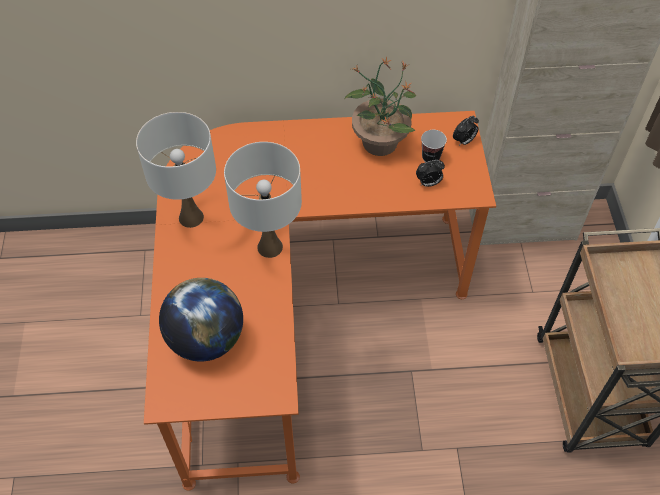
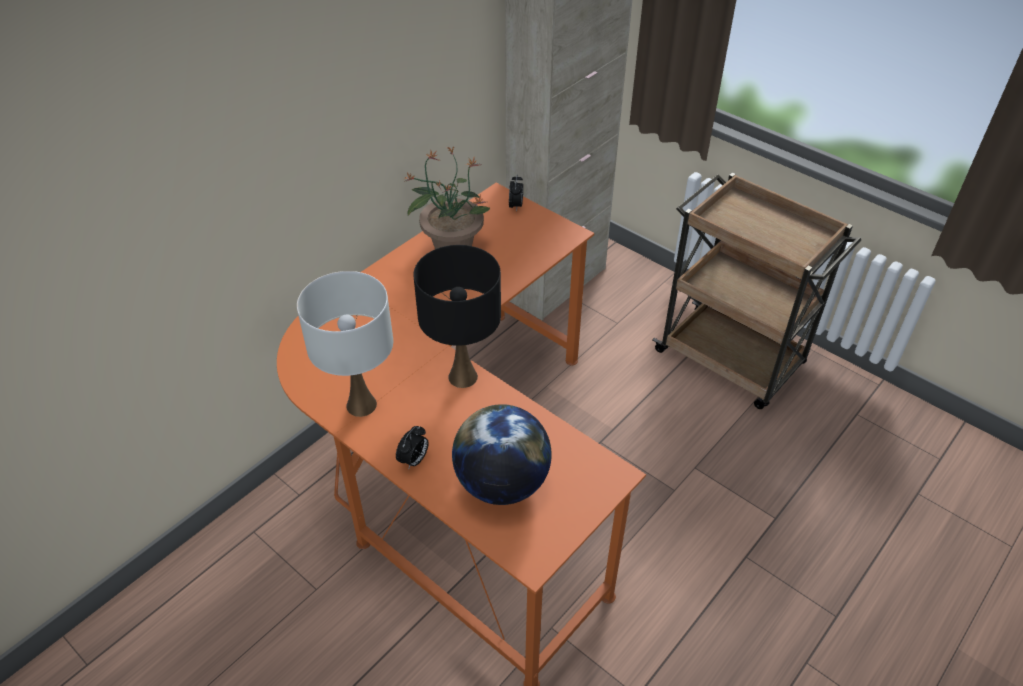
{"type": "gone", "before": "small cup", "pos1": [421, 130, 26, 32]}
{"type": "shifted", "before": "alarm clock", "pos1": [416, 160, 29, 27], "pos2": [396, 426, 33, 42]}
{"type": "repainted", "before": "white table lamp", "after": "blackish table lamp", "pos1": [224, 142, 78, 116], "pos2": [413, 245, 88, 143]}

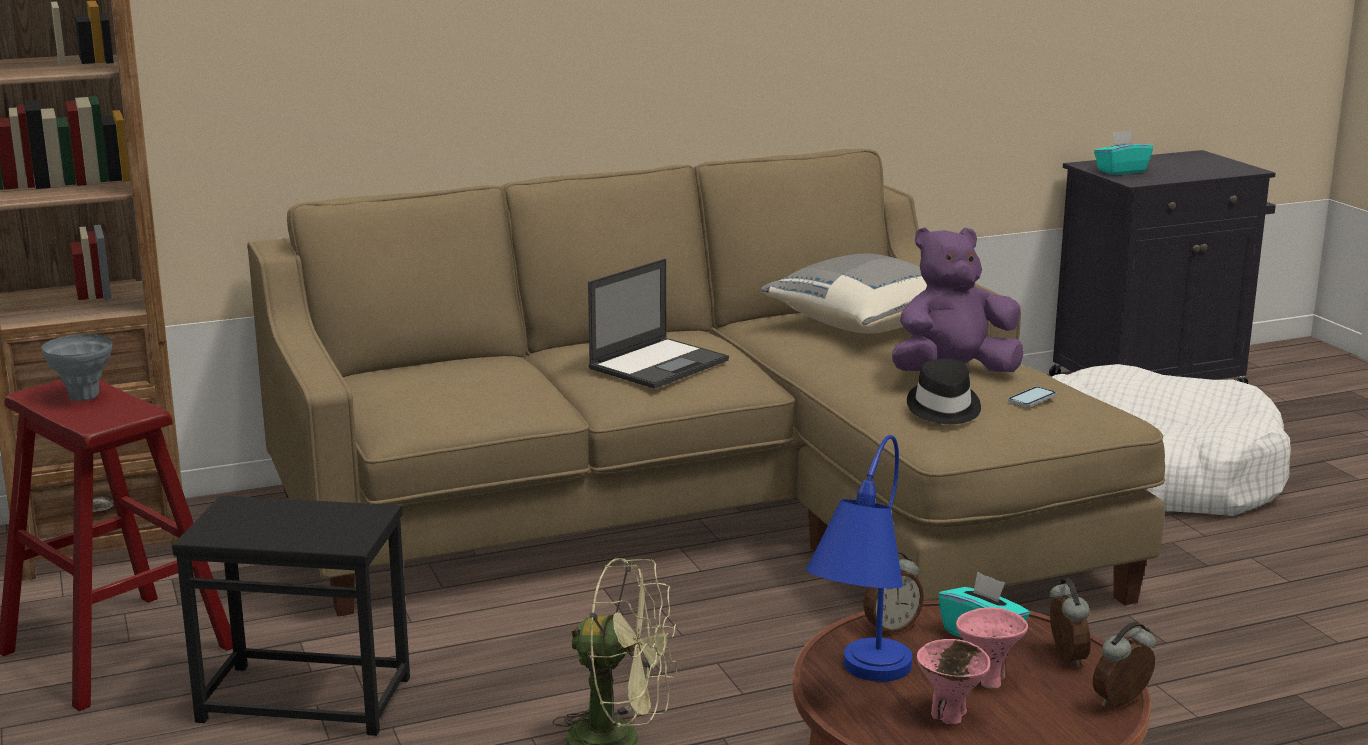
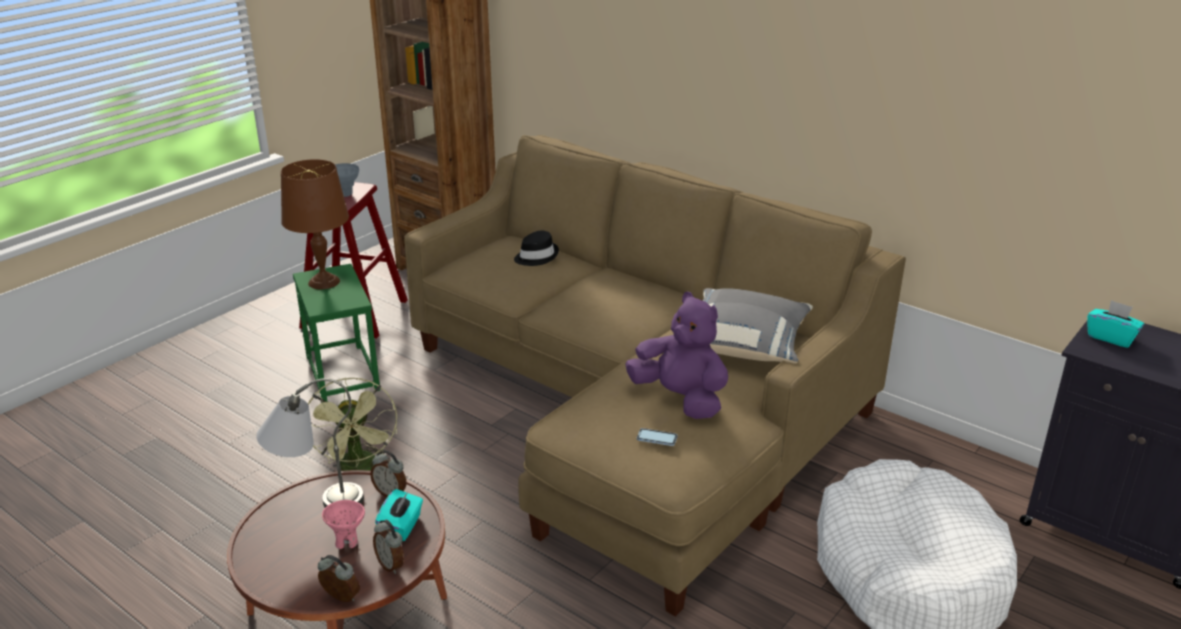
{"type": "gone", "before": "portable computer", "pos1": [588, 258, 141, 131]}
{"type": "gone", "before": "pinkish deep dish", "pos1": [917, 639, 73, 85]}
{"type": "new", "after": "brown table lamp", "pos2": [281, 159, 68, 130]}
{"type": "shifted", "before": "blackish clothing hat", "pos1": [907, 359, 74, 65], "pos2": [514, 231, 45, 35]}
{"type": "repainted", "before": "blackish accent table", "after": "greenish accent table", "pos1": [172, 495, 238, 241], "pos2": [293, 264, 87, 138]}
{"type": "repainted", "before": "blue-coloured table lamp", "after": "gray table lamp", "pos1": [806, 435, 106, 247], "pos2": [256, 378, 108, 135]}
{"type": "rotated", "before": "alarm clock", "pos1": [1050, 579, 41, 88], "pos2": [373, 520, 31, 54], "turn": 90}

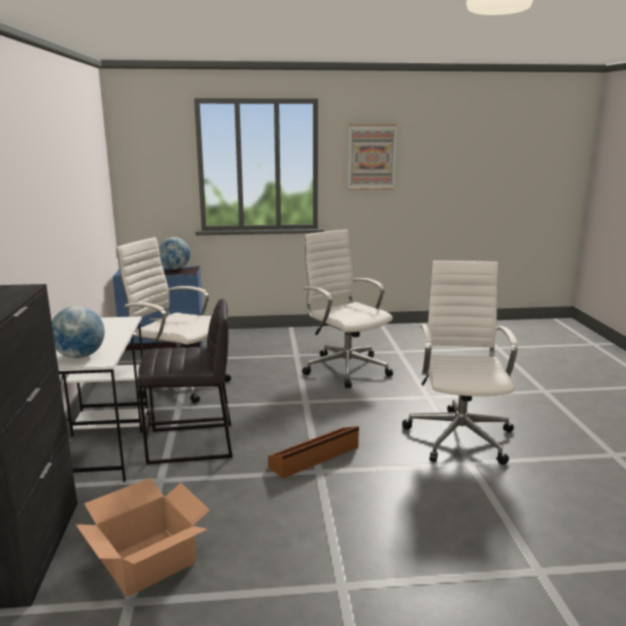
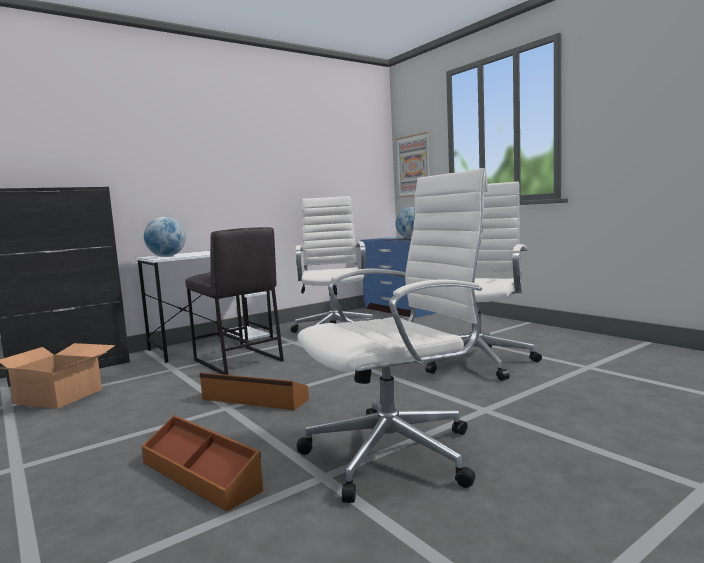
{"type": "new", "after": "brown storage box", "pos2": [142, 415, 121, 97]}
{"type": "shifted", "before": "wall art", "pos1": [348, 125, 49, 65], "pos2": [396, 132, 33, 65]}

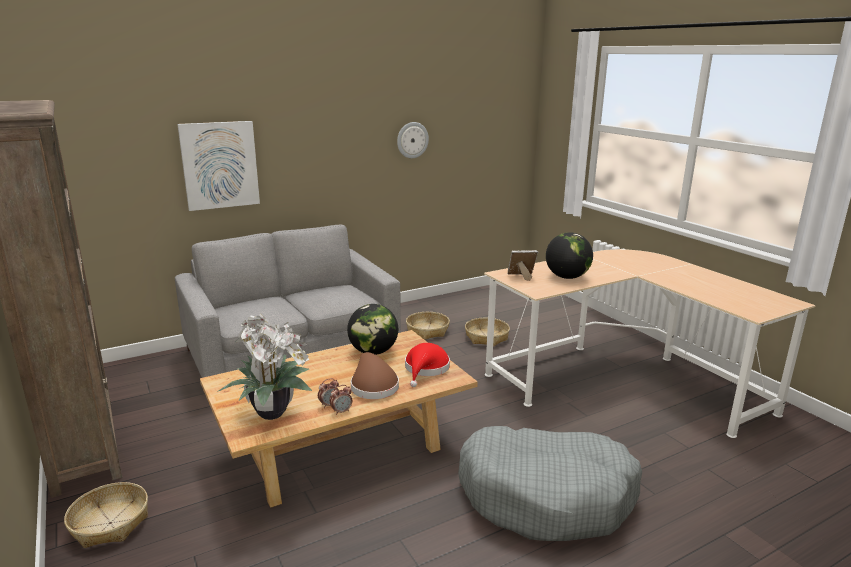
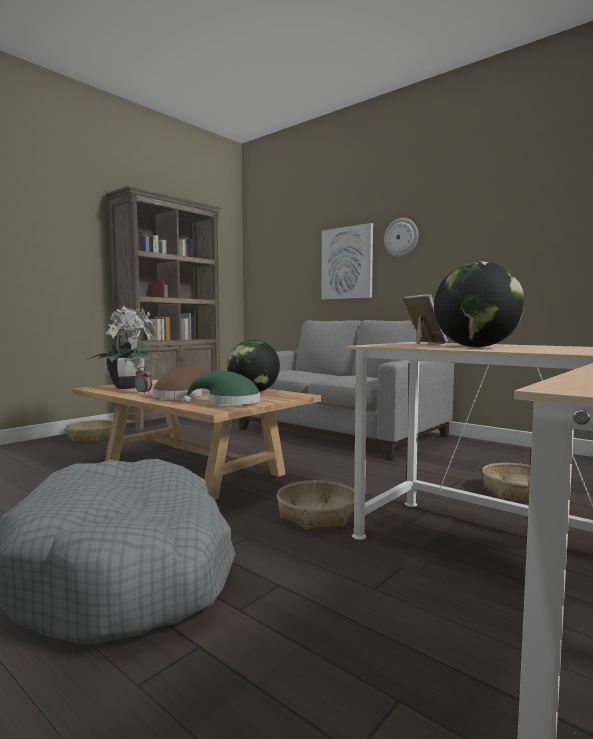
{"type": "gone", "before": "alarm clock", "pos1": [330, 385, 22, 30]}
{"type": "shifted", "before": "clock on the wall", "pos1": [397, 122, 32, 36], "pos2": [384, 218, 34, 39]}
{"type": "shifted", "before": "basket", "pos1": [406, 312, 44, 28], "pos2": [277, 480, 77, 50]}
{"type": "repainted", "before": "red-coloured clothing hat", "after": "greenish clothing hat", "pos1": [405, 343, 45, 44], "pos2": [183, 371, 77, 34]}

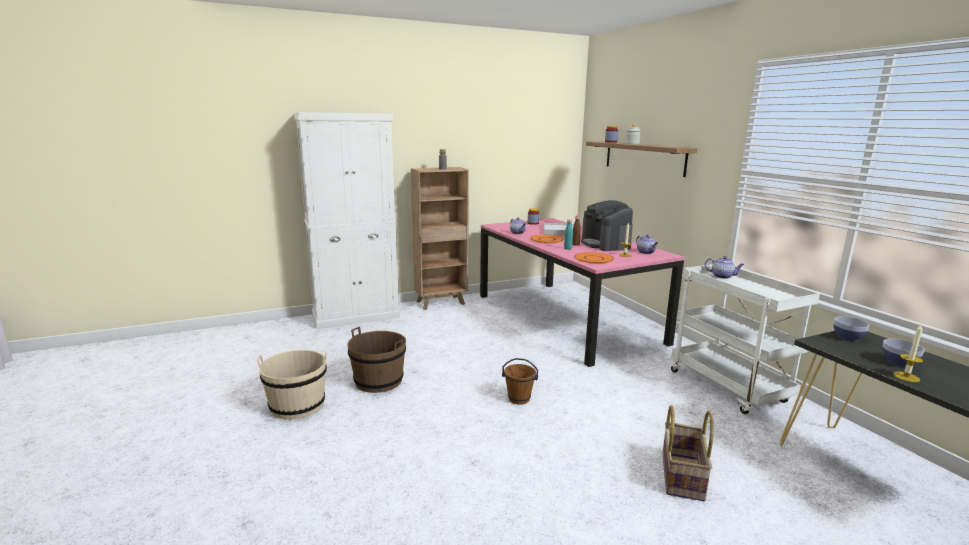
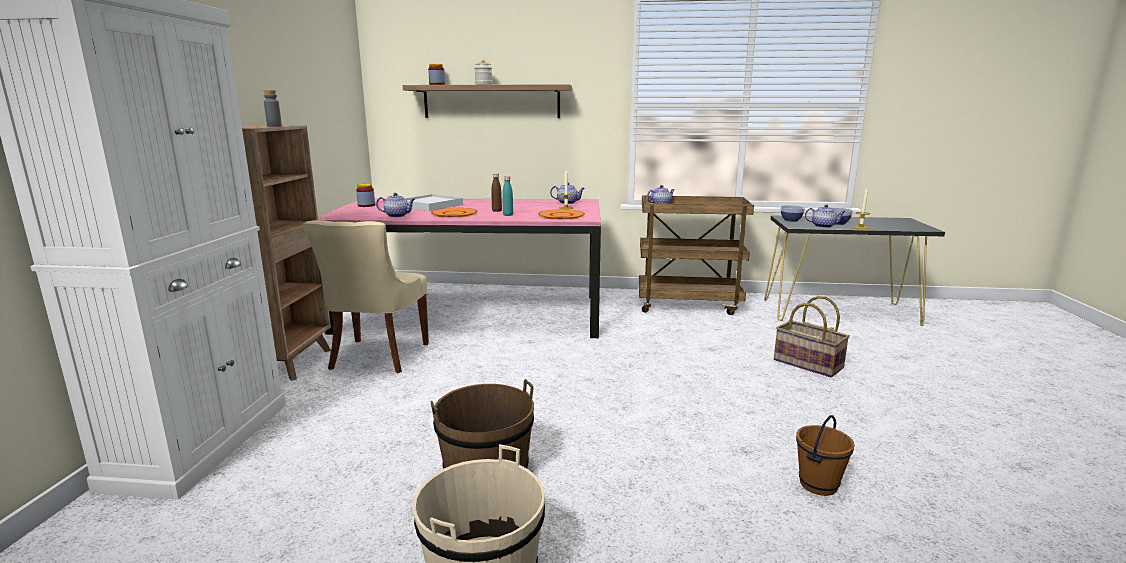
{"type": "gone", "before": "coffee machine", "pos1": [581, 200, 52, 51]}
{"type": "new", "after": "beige-coloured upright chair", "pos2": [303, 220, 126, 153]}
{"type": "new", "after": "tea pot", "pos2": [805, 204, 41, 24]}
{"type": "shifted", "before": "brown pail", "pos1": [502, 358, 36, 47], "pos2": [796, 415, 59, 81]}
{"type": "repainted", "before": "white cart", "after": "brown cart", "pos1": [671, 264, 149, 150], "pos2": [639, 195, 115, 120]}

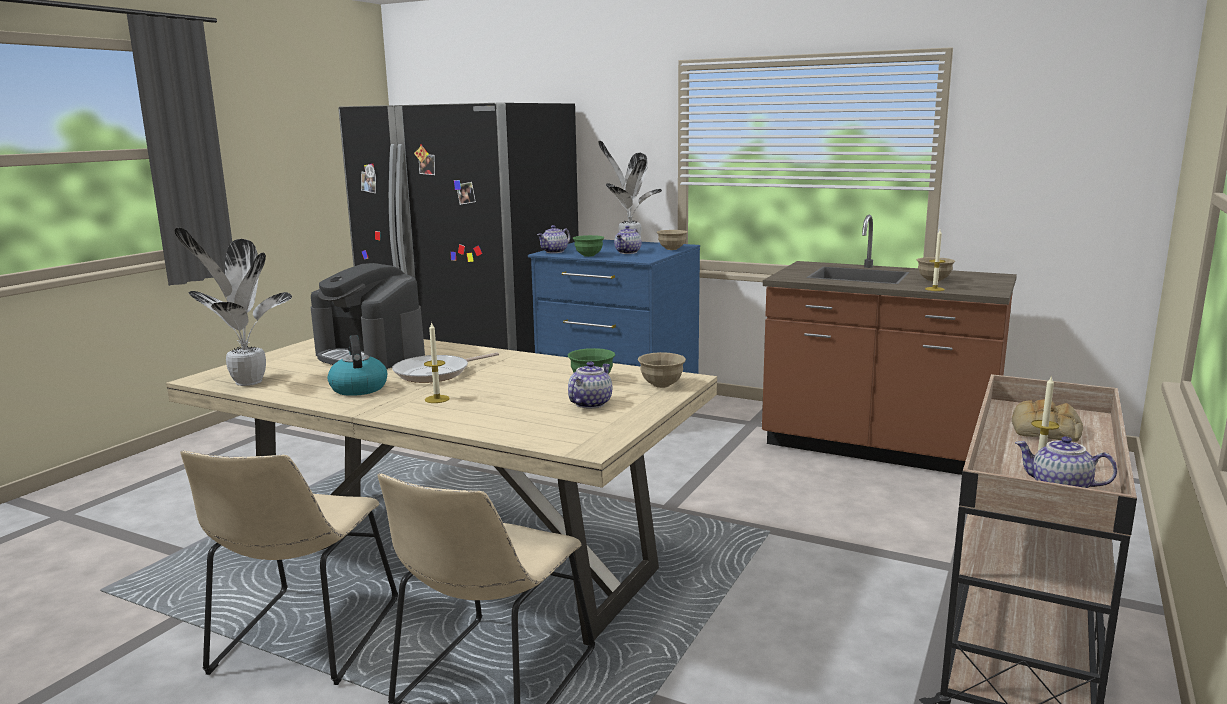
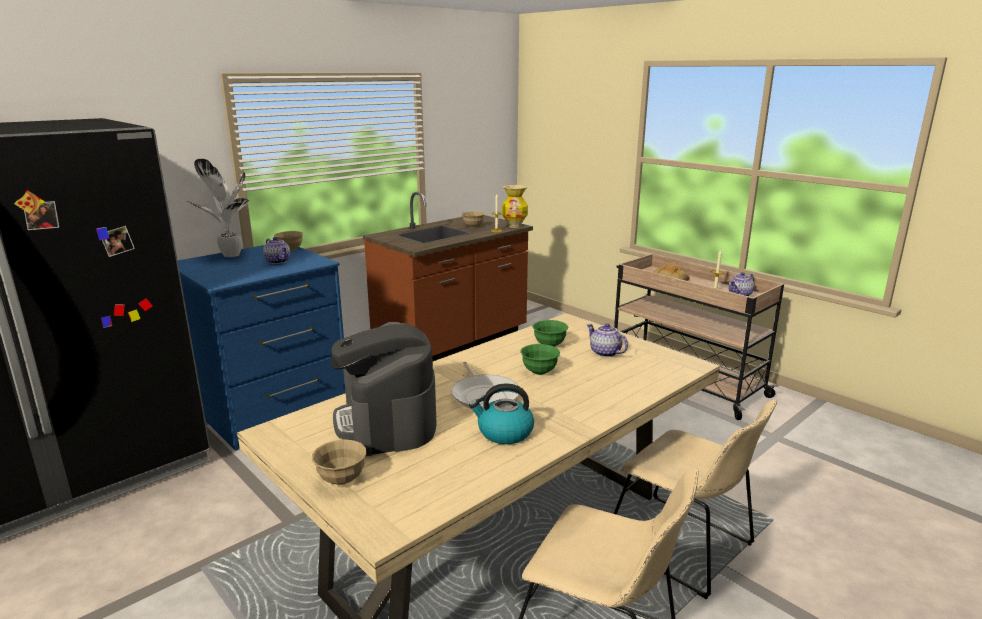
{"type": "gone", "before": "potted plant", "pos1": [175, 227, 117, 159]}
{"type": "gone", "before": "wax light", "pos1": [424, 322, 26, 81]}
{"type": "gone", "before": "tea pot", "pos1": [537, 225, 33, 28]}
{"type": "new", "after": "flower vase", "pos2": [502, 185, 26, 43]}
{"type": "shifted", "before": "greenish deep dish", "pos1": [573, 235, 31, 22], "pos2": [520, 344, 40, 31]}
{"type": "shifted", "before": "beige-coloured deep dish", "pos1": [638, 352, 48, 36], "pos2": [312, 439, 55, 46]}
{"type": "rotated", "before": "coffee machine", "pos1": [311, 263, 114, 106], "pos2": [331, 322, 106, 134], "turn": 105}

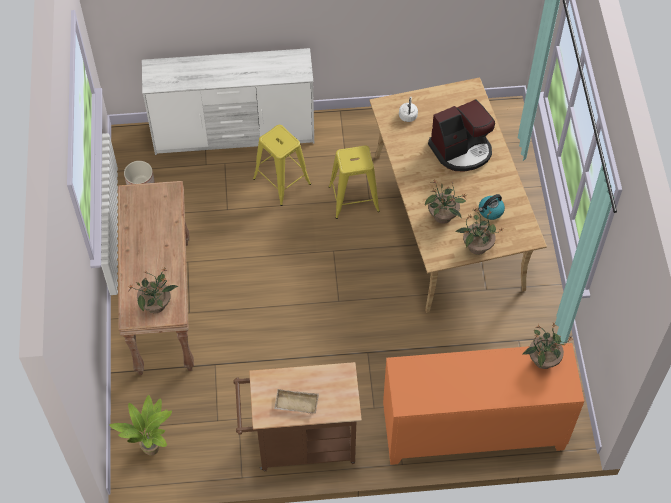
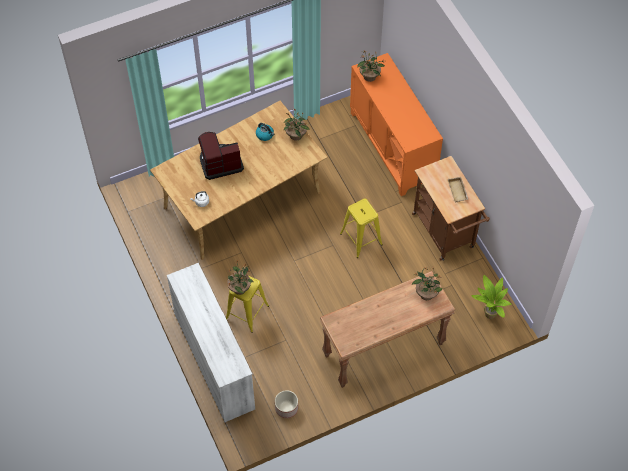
{"type": "shifted", "before": "yellowish sitting stool", "pos1": [329, 145, 51, 74], "pos2": [340, 199, 43, 59]}
{"type": "shifted", "before": "potted plant", "pos1": [425, 179, 43, 45], "pos2": [227, 261, 27, 34]}
{"type": "rotated", "before": "coffee machine", "pos1": [428, 99, 67, 72], "pos2": [198, 132, 46, 48], "turn": -60}

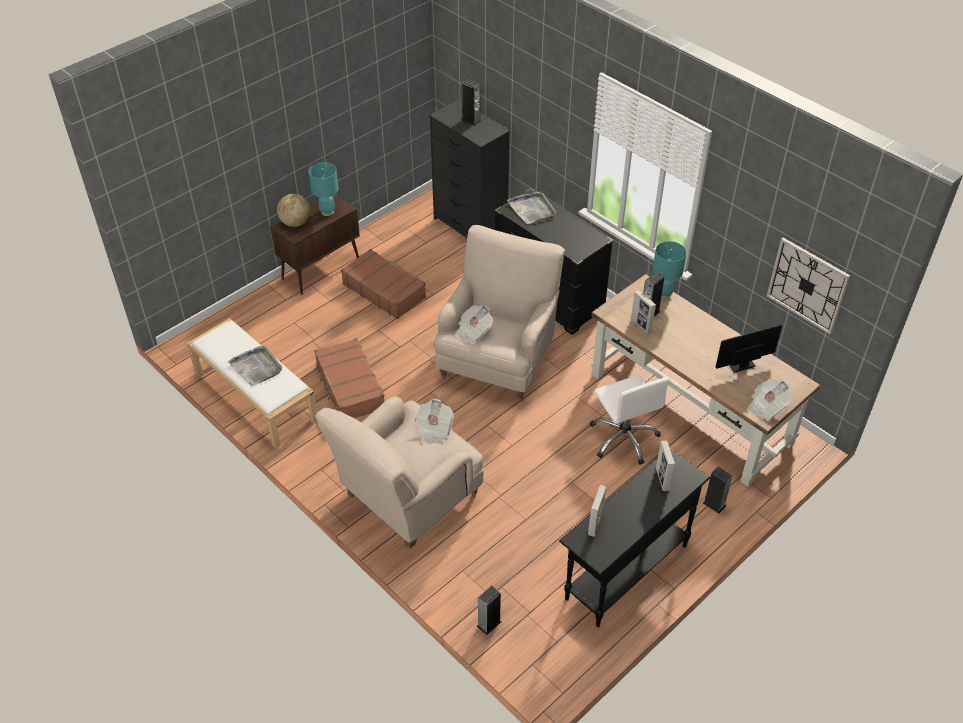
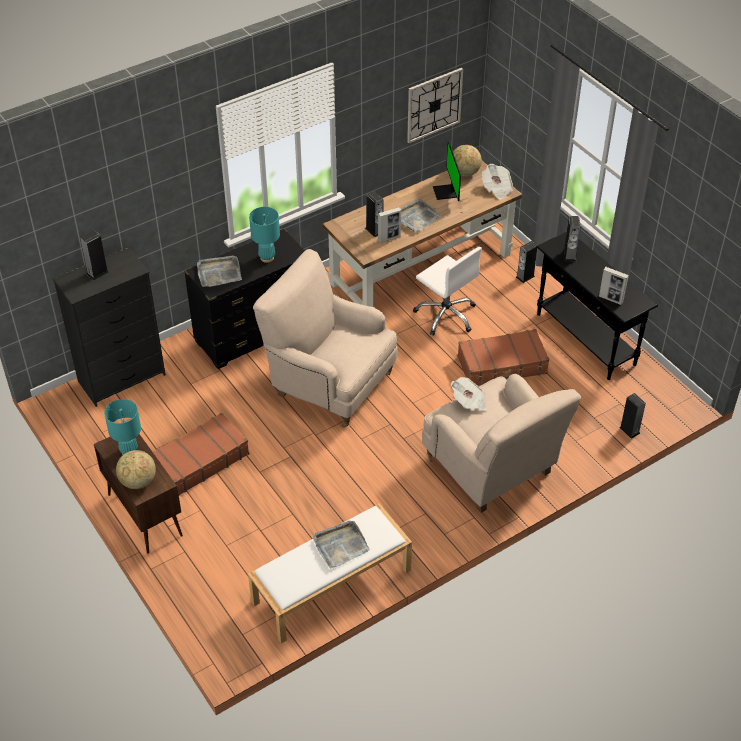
{"type": "gone", "before": "daily paper", "pos1": [455, 305, 38, 38]}
{"type": "new", "after": "gray carrying tray", "pos2": [400, 199, 41, 33]}
{"type": "new", "after": "globe", "pos2": [453, 145, 29, 31]}
{"type": "shifted", "before": "brown suitcase", "pos1": [314, 338, 70, 80], "pos2": [458, 329, 91, 57]}
{"type": "shifted", "before": "turquoise table lamp", "pos1": [653, 241, 33, 58], "pos2": [249, 207, 31, 56]}
{"type": "swapped", "before": "standing frame", "after": "audio speaker", "pos1": [656, 440, 19, 51], "pos2": [563, 216, 18, 45]}
{"type": "rotated", "before": "white computer chair", "pos1": [590, 375, 79, 90], "pos2": [413, 247, 69, 89], "turn": 60}

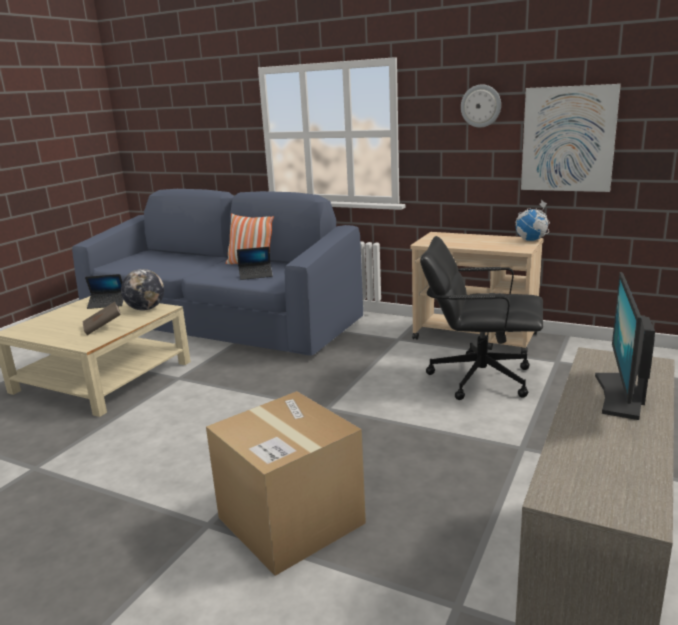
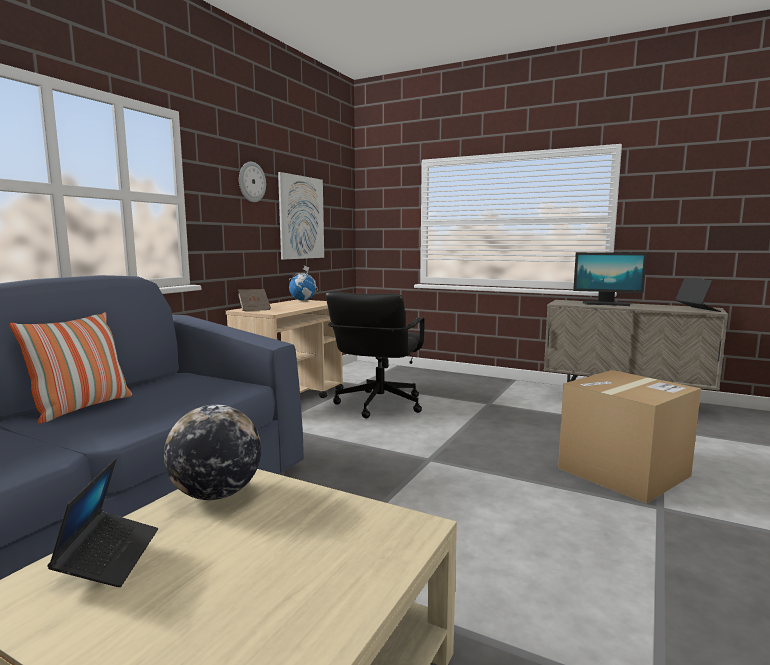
{"type": "shifted", "before": "brown bound book", "pos1": [82, 302, 39, 33], "pos2": [238, 289, 33, 22]}
{"type": "shifted", "before": "portable computer", "pos1": [237, 247, 36, 33], "pos2": [675, 278, 46, 34]}

